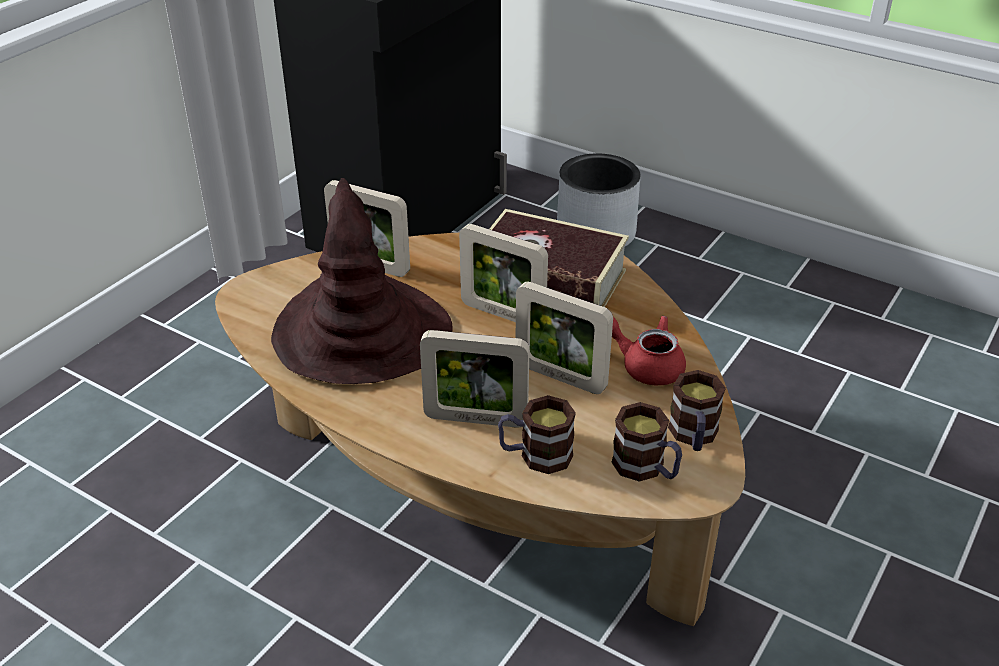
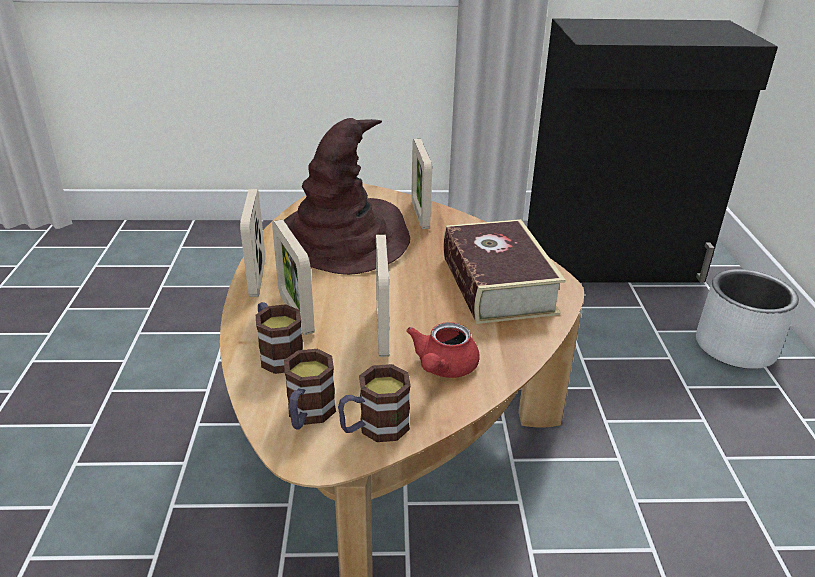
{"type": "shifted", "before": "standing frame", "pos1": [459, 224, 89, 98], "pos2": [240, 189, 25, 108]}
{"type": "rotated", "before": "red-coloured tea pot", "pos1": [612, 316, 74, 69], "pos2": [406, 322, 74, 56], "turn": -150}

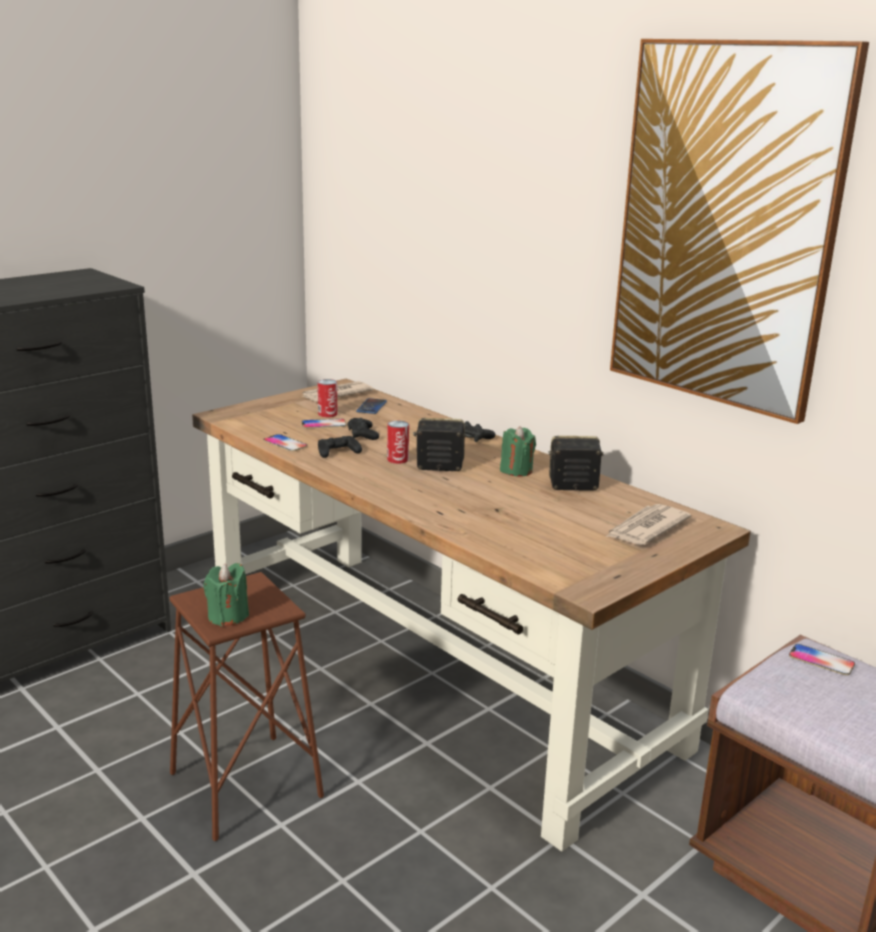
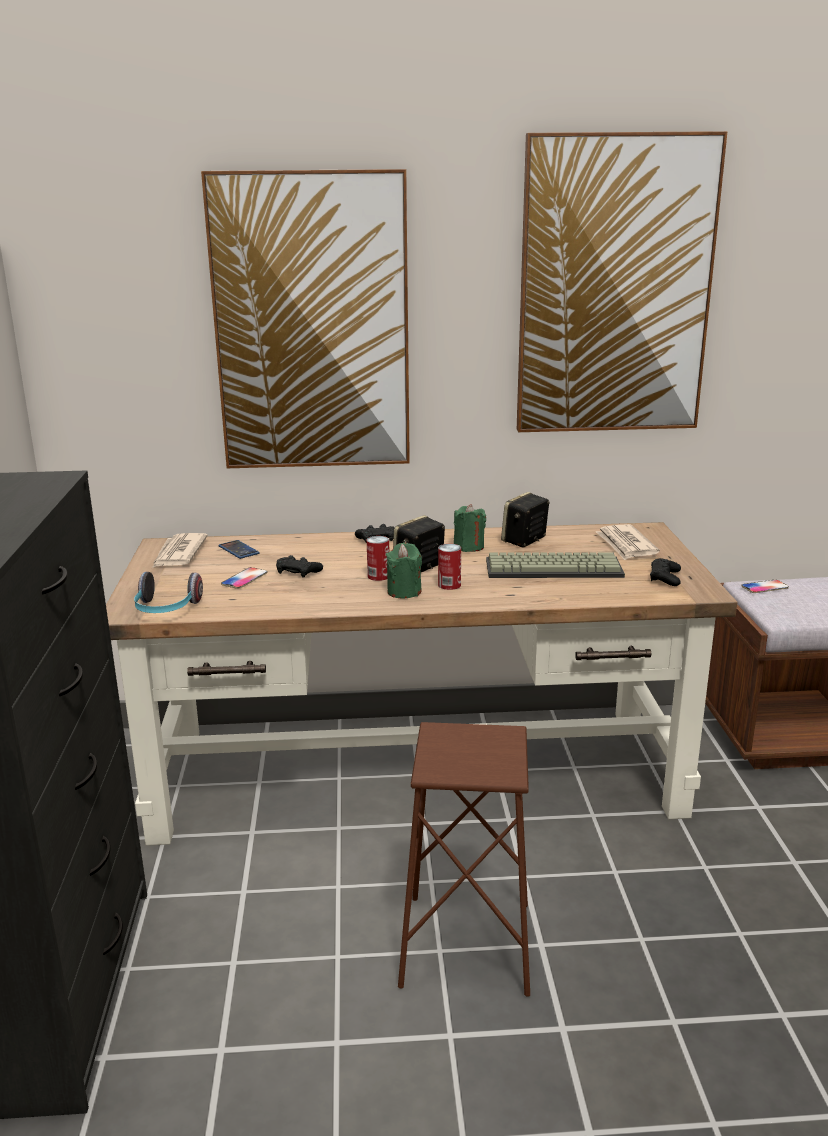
{"type": "gone", "before": "handset", "pos1": [263, 434, 44, 17]}
{"type": "new", "after": "headset", "pos2": [134, 572, 69, 41]}
{"type": "new", "after": "wall art", "pos2": [201, 169, 209, 299]}
{"type": "new", "after": "PC keyboard", "pos2": [486, 552, 139, 26]}
{"type": "shifted", "before": "greenish wax light", "pos1": [203, 563, 46, 64], "pos2": [386, 543, 36, 55]}
{"type": "shifted", "before": "sealed can", "pos1": [318, 379, 19, 38], "pos2": [438, 544, 23, 46]}
{"type": "shifted", "before": "blackish joypad", "pos1": [318, 436, 44, 22], "pos2": [650, 558, 31, 28]}

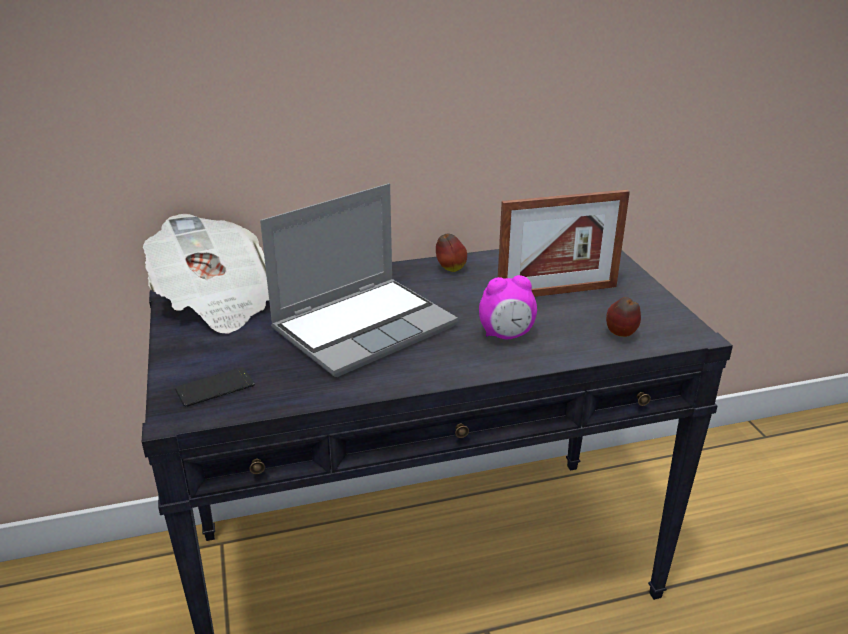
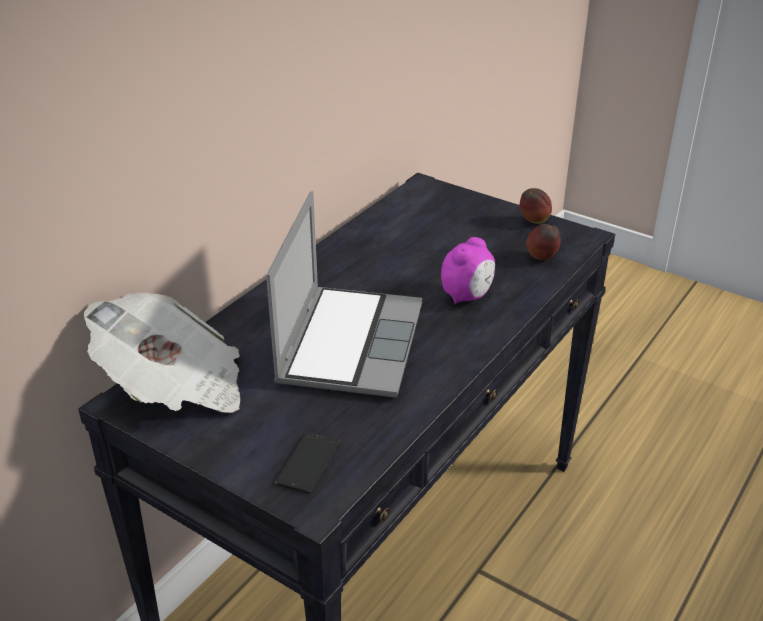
{"type": "gone", "before": "standing frame", "pos1": [498, 190, 132, 107]}
{"type": "shifted", "before": "apple fruit", "pos1": [436, 234, 31, 38], "pos2": [520, 188, 32, 36]}

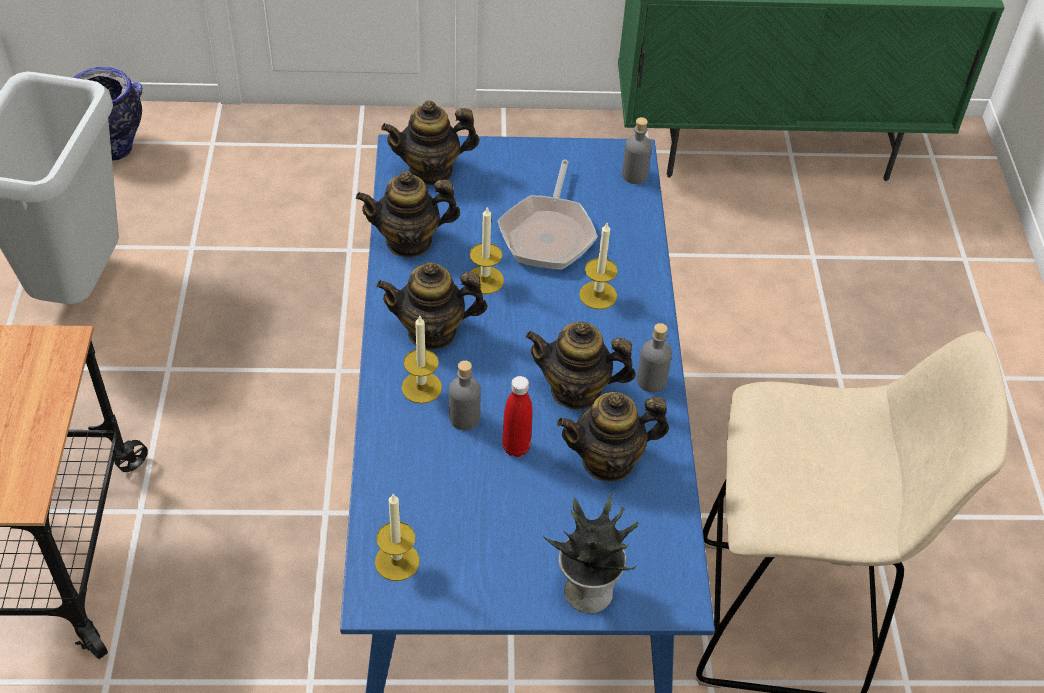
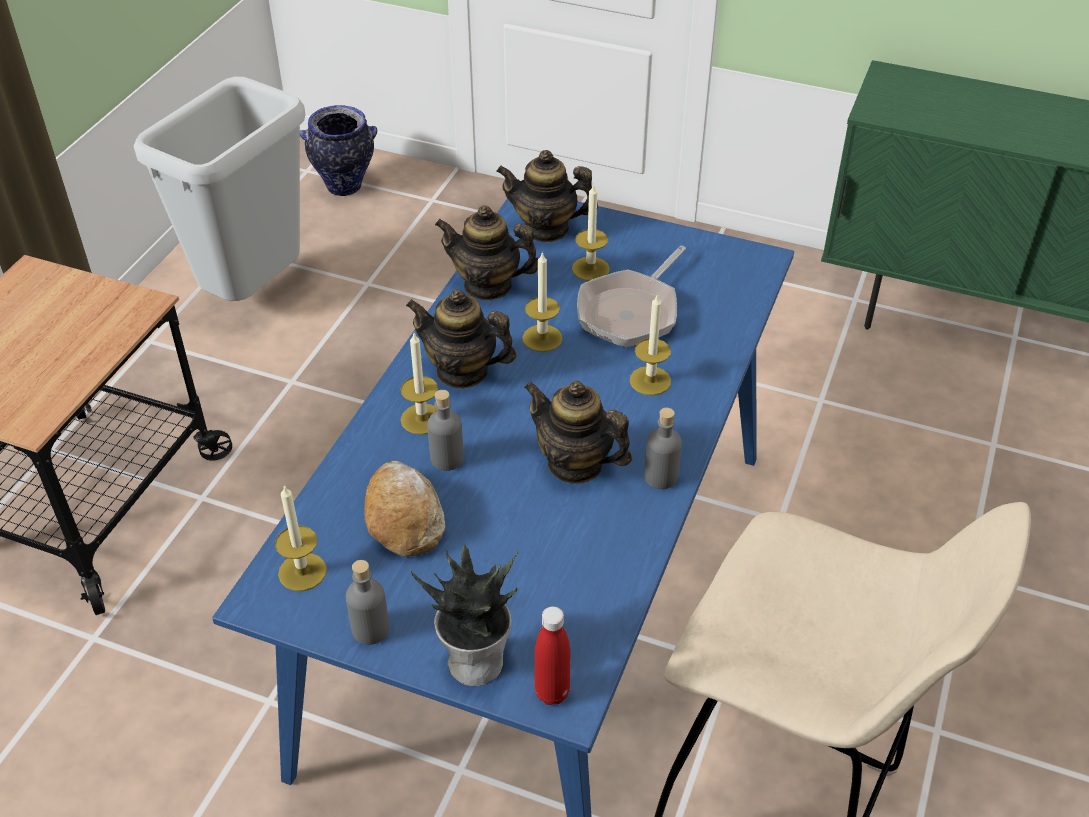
{"type": "gone", "before": "tea pot", "pos1": [557, 392, 112, 90]}
{"type": "new", "after": "baked bread", "pos2": [364, 461, 81, 96]}
{"type": "new", "after": "wax light", "pos2": [572, 183, 38, 98]}
{"type": "shifted", "before": "red-coloured drink bottle", "pos1": [502, 376, 31, 81], "pos2": [535, 607, 35, 98]}
{"type": "shifted", "before": "gray drink bottle", "pos1": [622, 117, 30, 67], "pos2": [346, 560, 43, 85]}

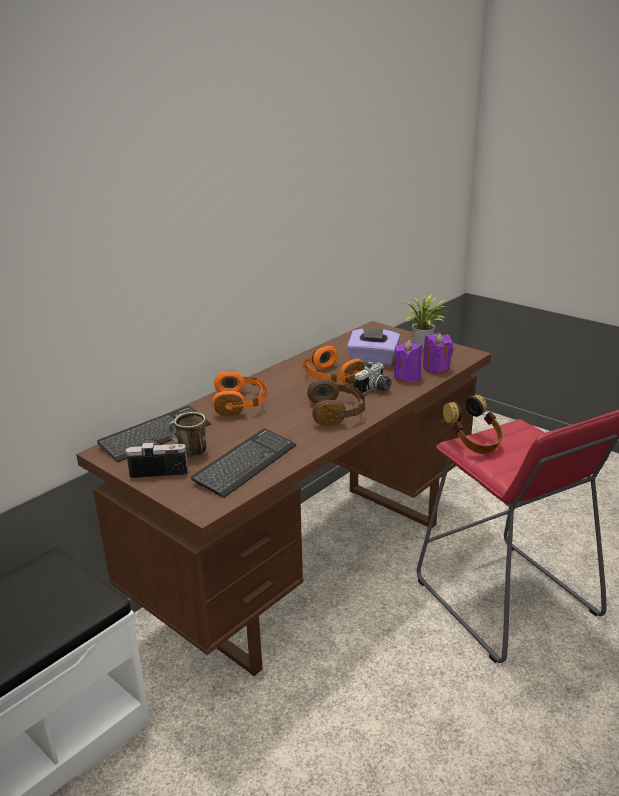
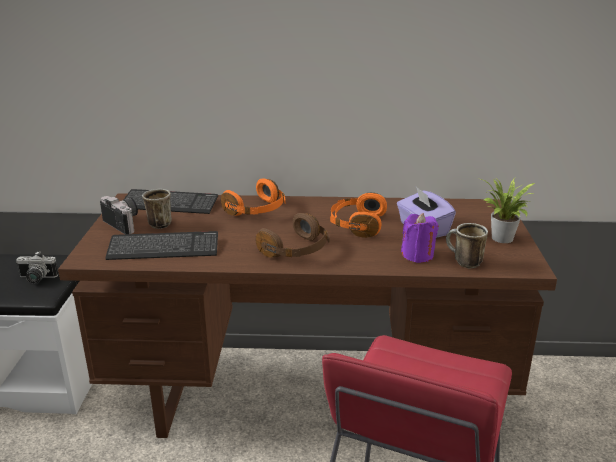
{"type": "gone", "before": "headset", "pos1": [443, 395, 60, 59]}
{"type": "shifted", "before": "photo camera", "pos1": [354, 361, 37, 33], "pos2": [16, 251, 43, 33]}
{"type": "swapped", "before": "purple-coloured wax light", "after": "coffee mug", "pos1": [423, 333, 30, 41], "pos2": [446, 223, 42, 45]}

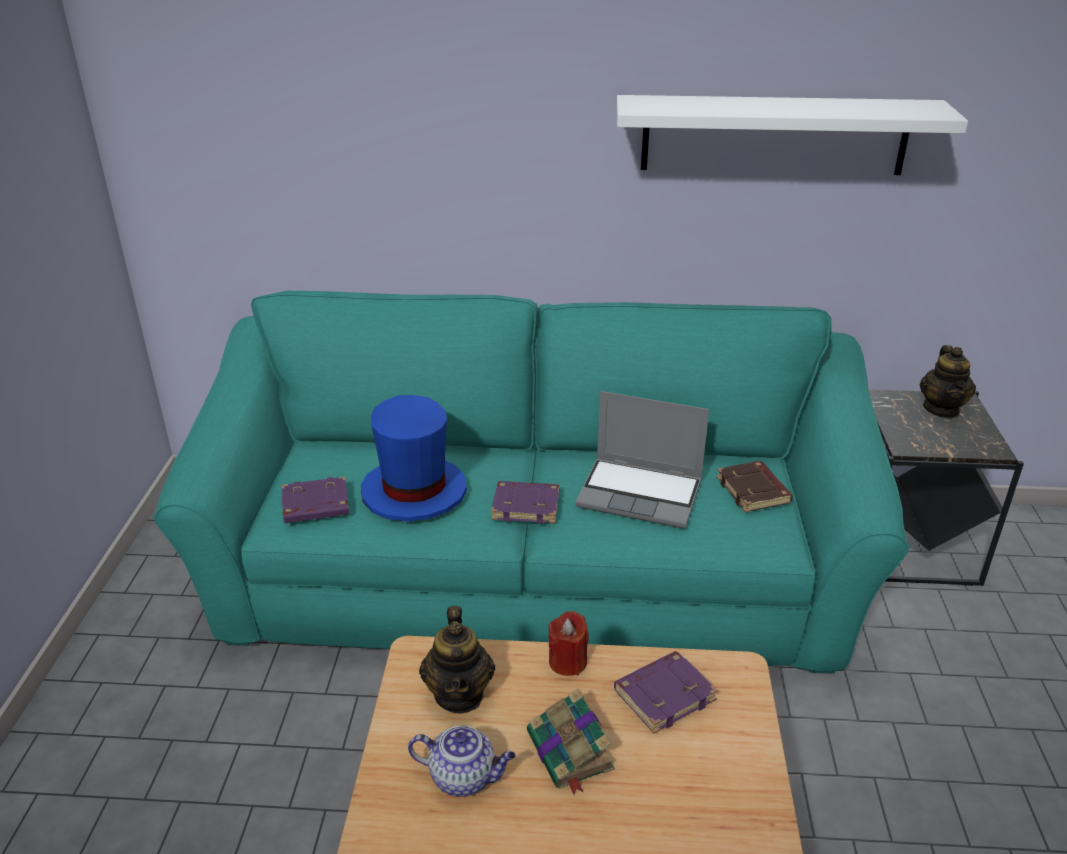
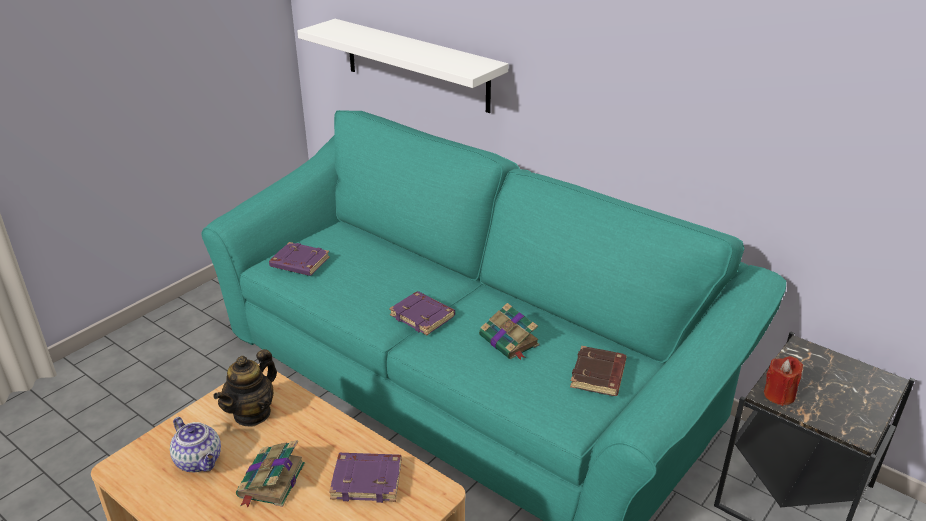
{"type": "gone", "before": "blue-coloured clothing hat", "pos1": [361, 395, 106, 127]}
{"type": "gone", "before": "tea pot", "pos1": [920, 345, 56, 73]}
{"type": "shifted", "before": "red-coloured wax light", "pos1": [548, 611, 41, 65], "pos2": [764, 356, 39, 50]}
{"type": "shifted", "before": "white wall shelf", "pos1": [616, 95, 352, 80], "pos2": [297, 19, 212, 94]}
{"type": "swapped", "before": "portable computer", "after": "bound book", "pos1": [575, 391, 134, 137], "pos2": [479, 303, 61, 57]}

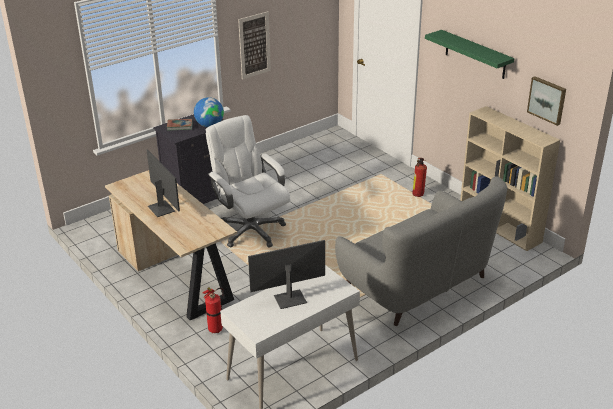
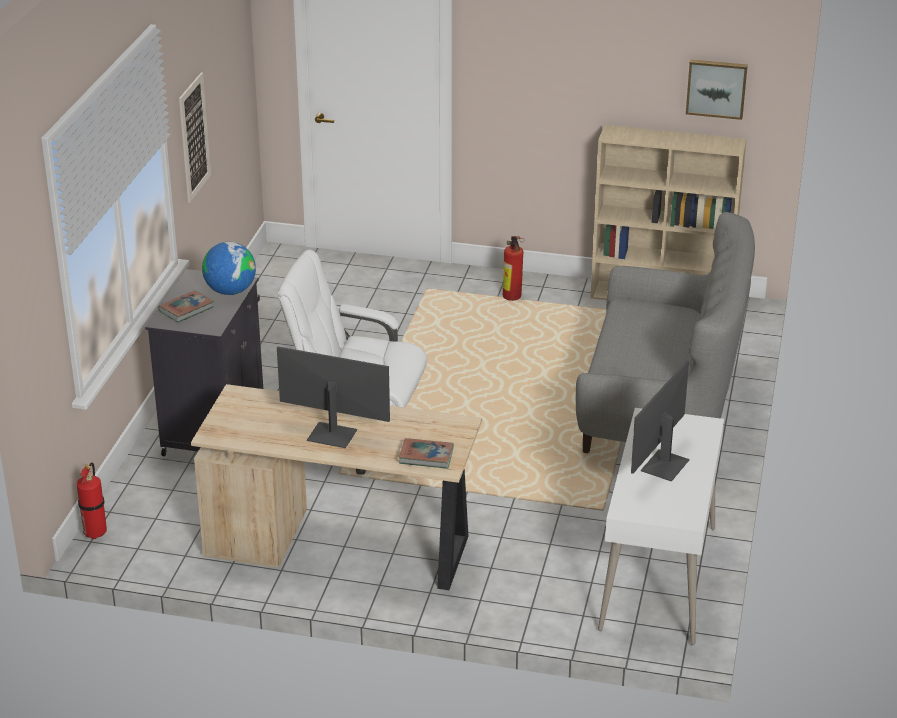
{"type": "gone", "before": "greenish wall shelf", "pos1": [425, 30, 89, 49]}
{"type": "new", "after": "bound book", "pos2": [399, 438, 55, 31]}
{"type": "shifted", "before": "fire extinguisher", "pos1": [203, 287, 21, 46], "pos2": [77, 462, 30, 77]}

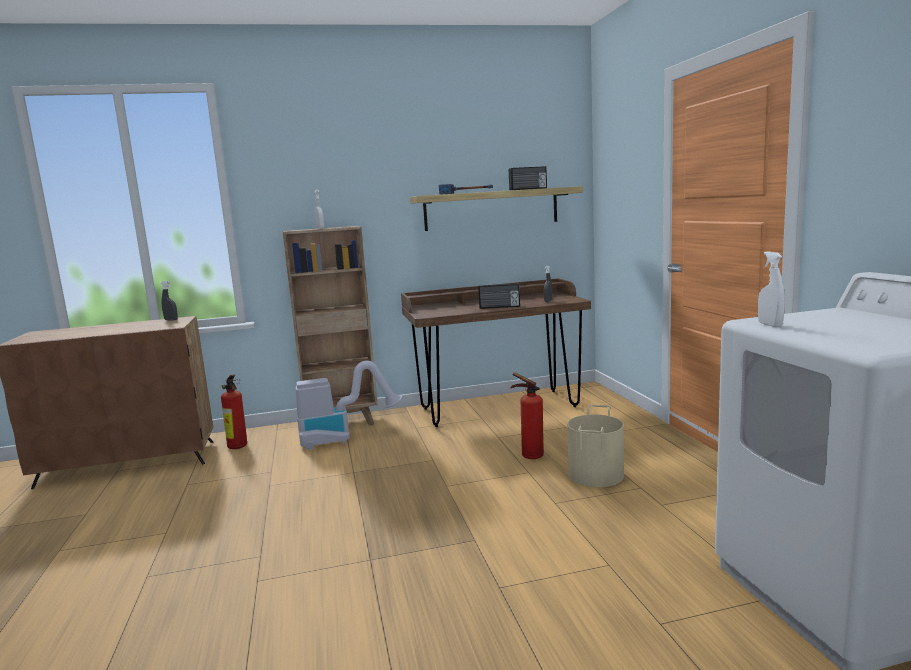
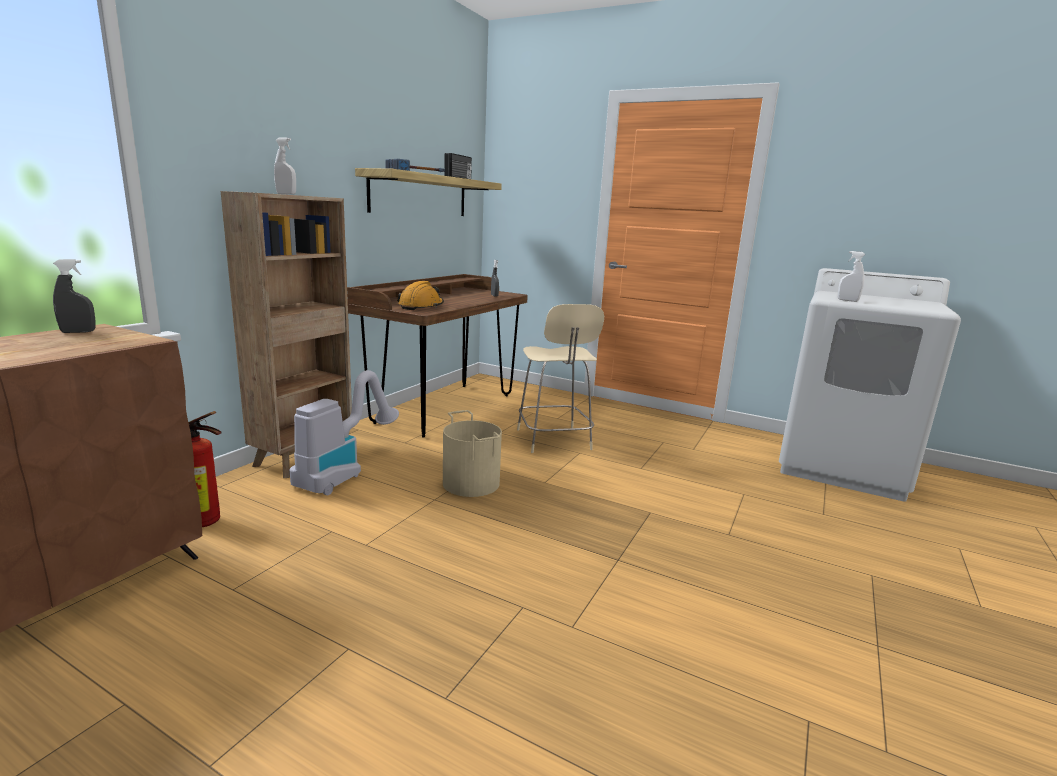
{"type": "gone", "before": "radio receiver", "pos1": [478, 283, 42, 26]}
{"type": "new", "after": "orange safety helmet", "pos2": [397, 281, 47, 29]}
{"type": "shifted", "before": "beige-coloured pail", "pos1": [567, 405, 57, 82], "pos2": [443, 410, 59, 87]}
{"type": "swapped", "before": "fire extinguisher", "after": "beige-coloured sitting stool", "pos1": [510, 372, 34, 87], "pos2": [517, 304, 87, 149]}

